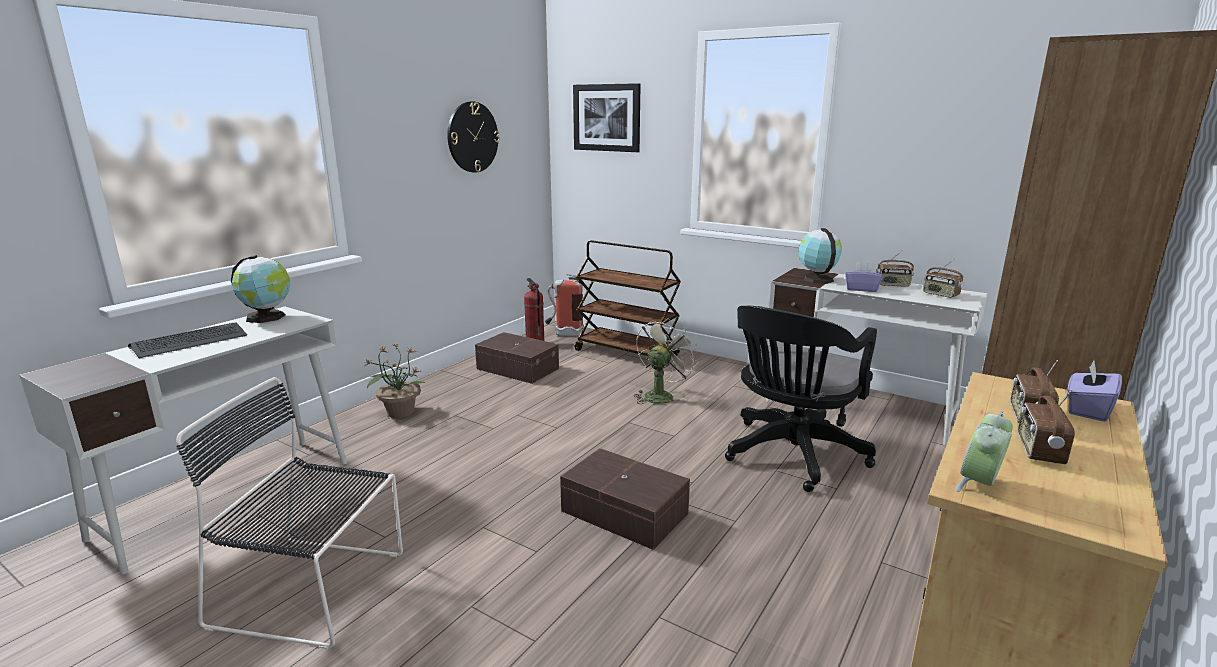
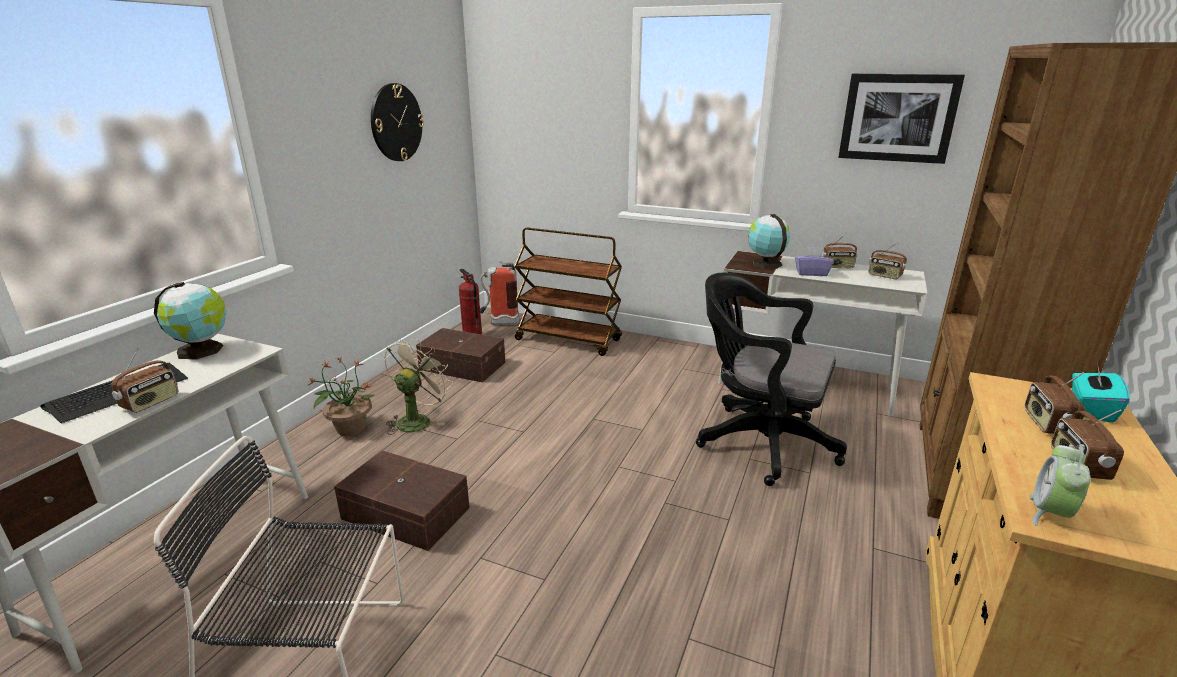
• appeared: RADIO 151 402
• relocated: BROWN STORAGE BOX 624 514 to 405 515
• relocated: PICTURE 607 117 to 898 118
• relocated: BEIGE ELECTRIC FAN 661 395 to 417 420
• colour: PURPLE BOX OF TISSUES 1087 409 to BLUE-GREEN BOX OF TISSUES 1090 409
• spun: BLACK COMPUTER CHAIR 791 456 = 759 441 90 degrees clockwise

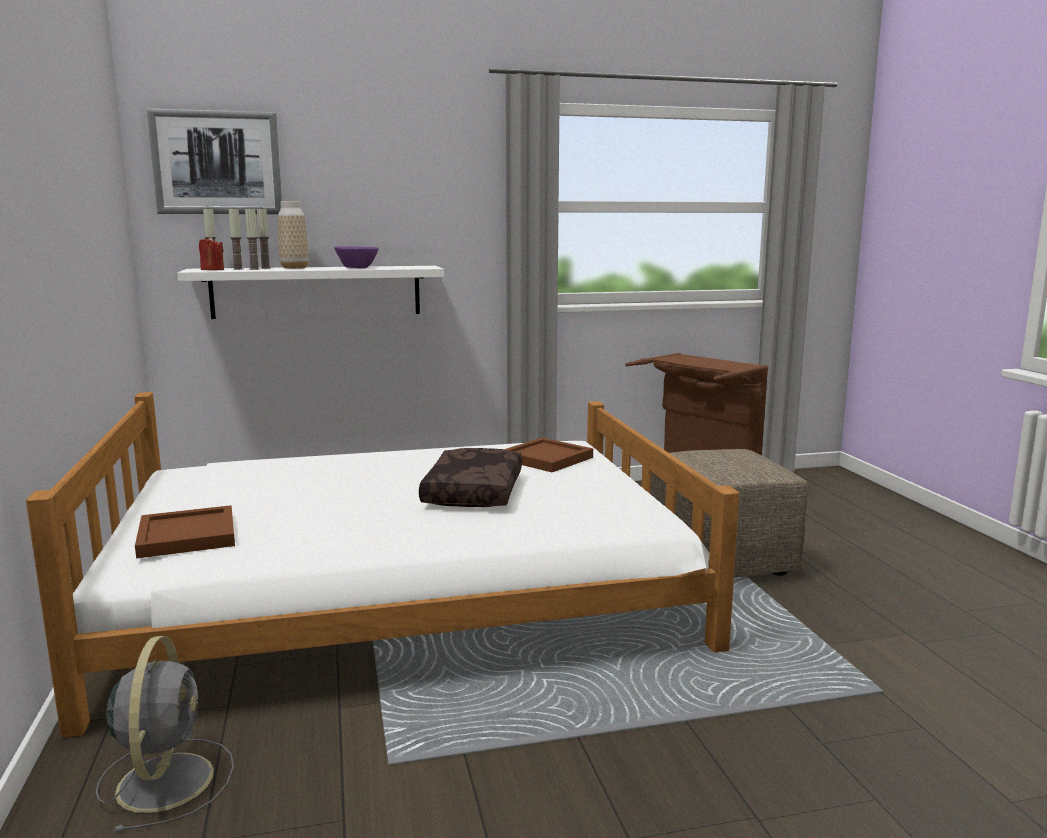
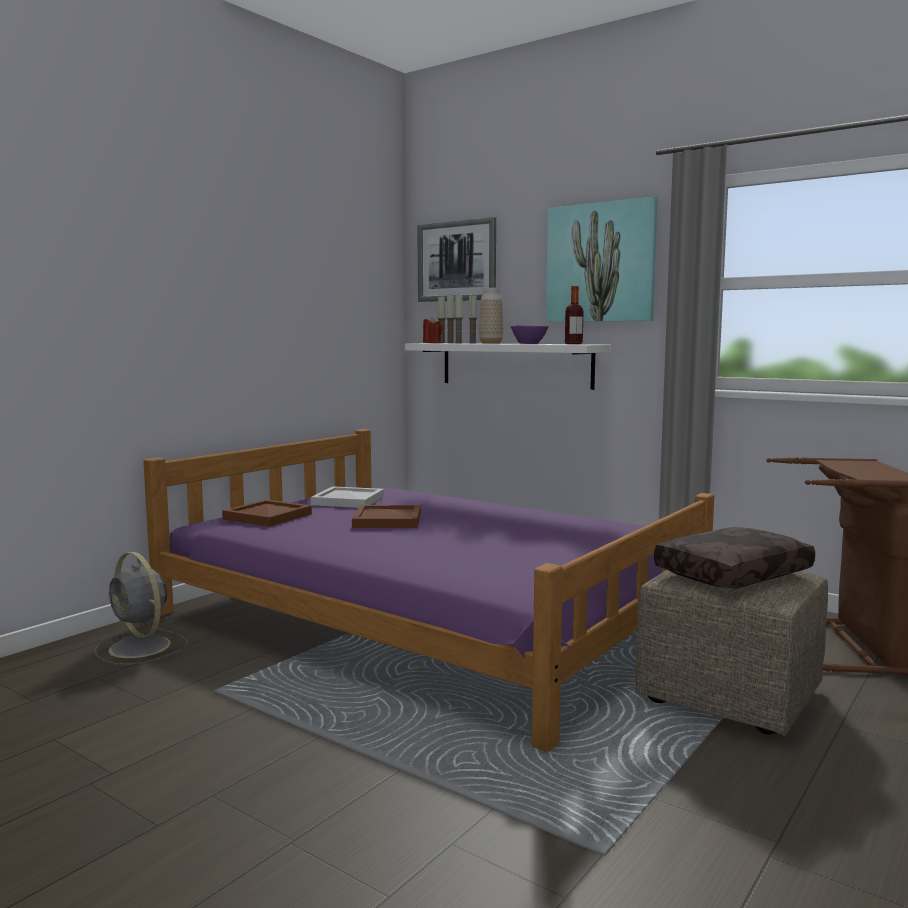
• appeared: WHITISH TRAY 348 501
• appeared: PICTURE 600 262
• appeared: DRINK BOTTLE 573 344
• relocated: BROWN CUSHION 472 492 to 732 573
• relocated: BROWN TRAY 548 458 to 388 520
• colour: WHITISH BED 405 593 to PURPLE BED 429 617
• spun: GREYISH ELECTRIC FAN 166 779 = 141 648 90 degrees clockwise

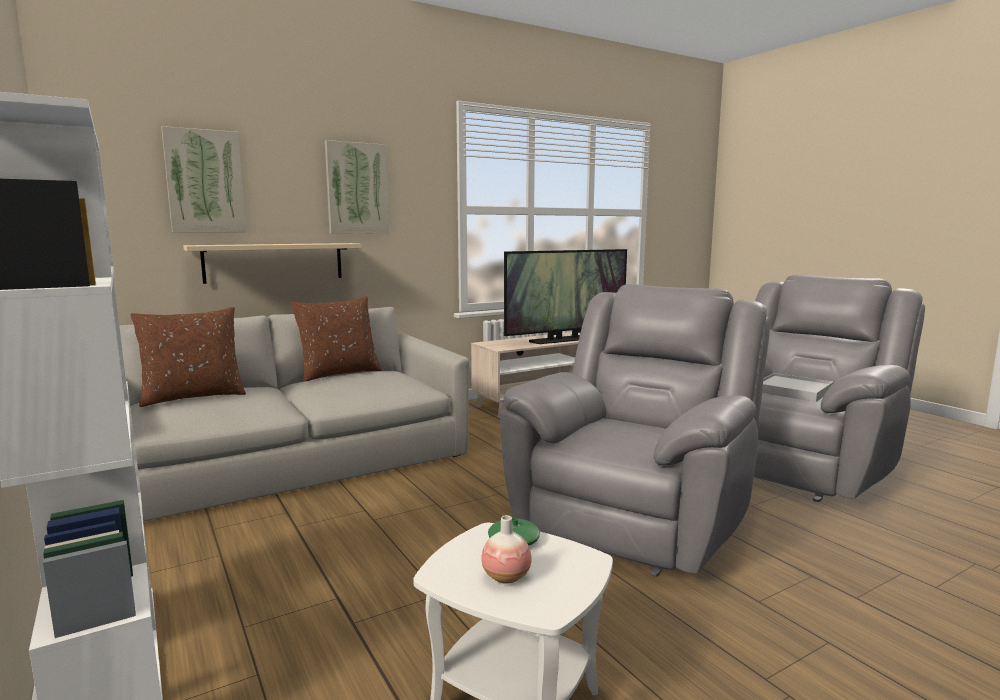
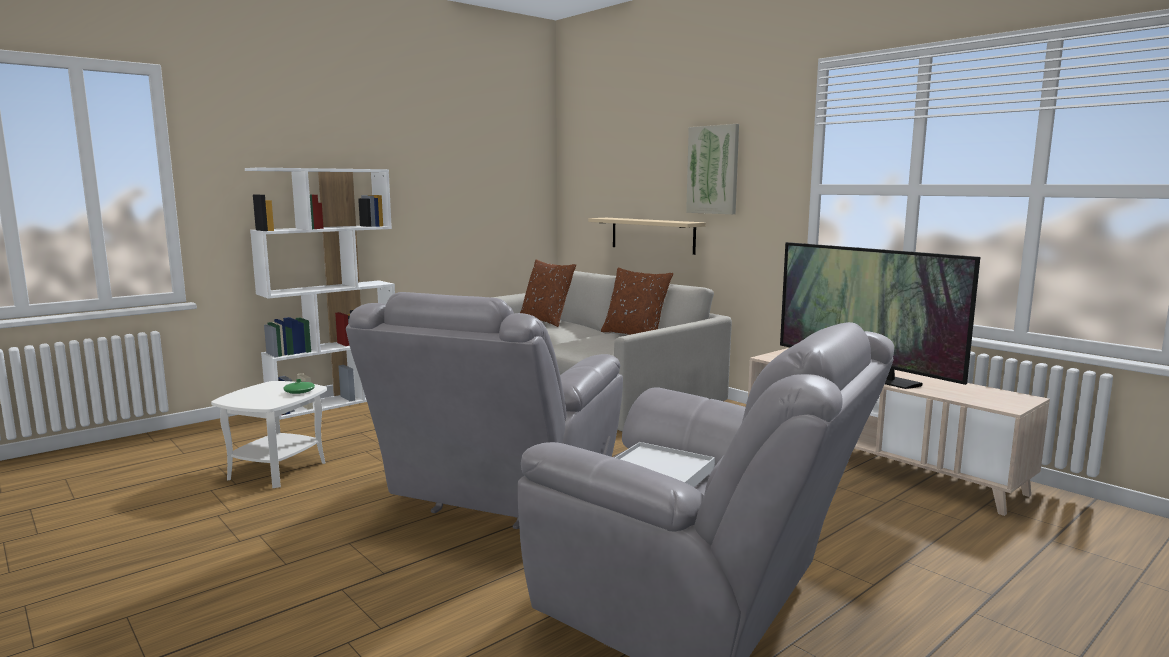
• missing: PICTURE 205 181
• missing: FLOWER VASE 506 577
• spun: GREYISH ARMCHAIR 636 518 = 498 501 90 degrees clockwise

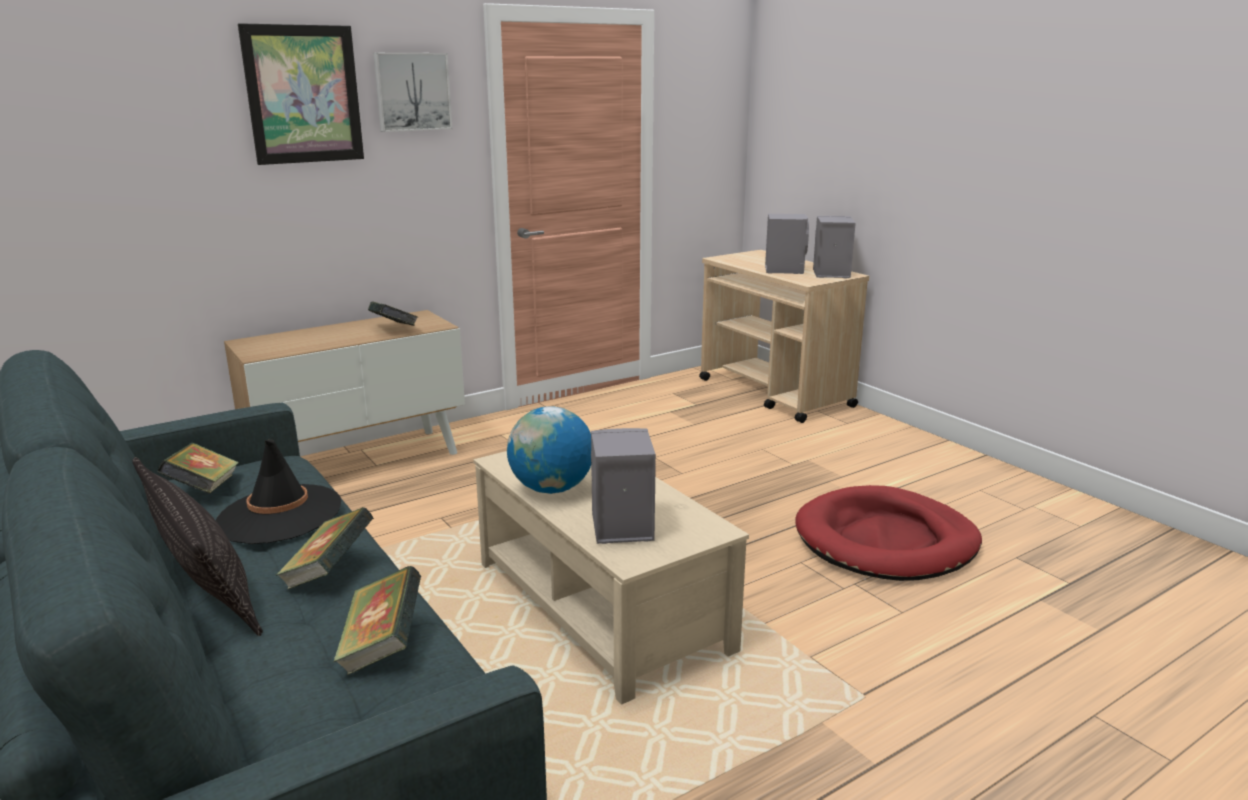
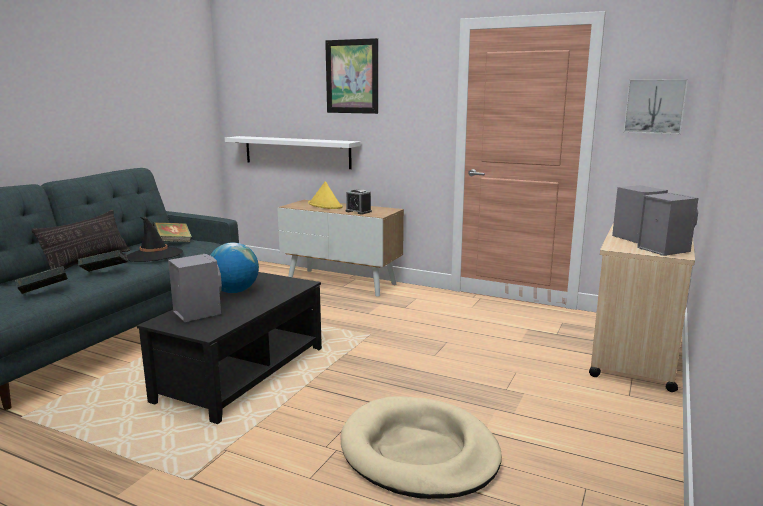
• appeared: WHITISH BRACKET SHELF 296 152
• appeared: YELLOW-COLOURED HAT 325 205
• relocated: PICTURE 412 92 to 654 106
• exchanged: BOOK 394 330 to TABLE CLOCK 358 211
• colour: BEIGE COFFEE TABLE 598 606 to BLACK COFFEE TABLE 242 373
• colour: RED DOG CUSHION 886 540 to BEIGE DOG CUSHION 419 452

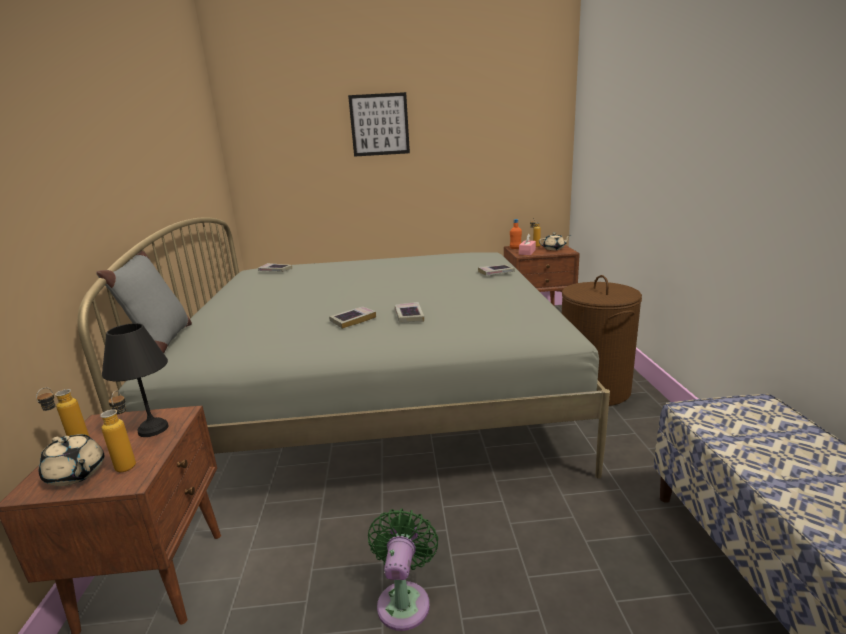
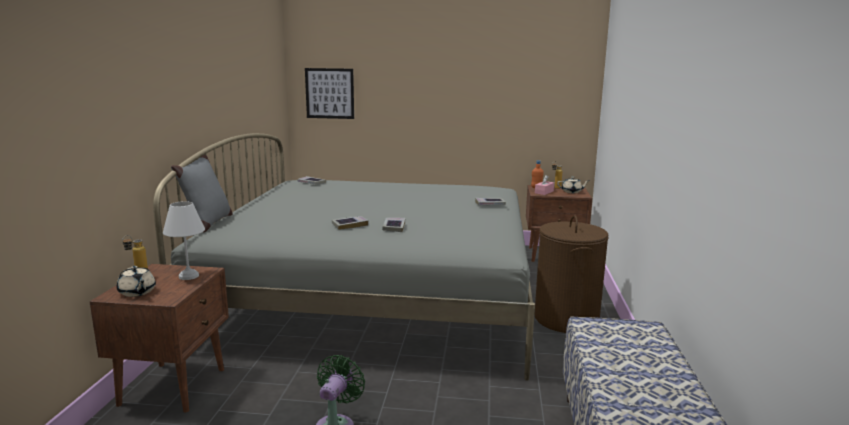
• missing: DRINK BOTTLE 129 462
• relocated: PICTURE 379 125 to 329 93
• colour: BLACK LAMP FOR A TABLE 151 429 to WHITISH LAMP FOR A TABLE 187 276

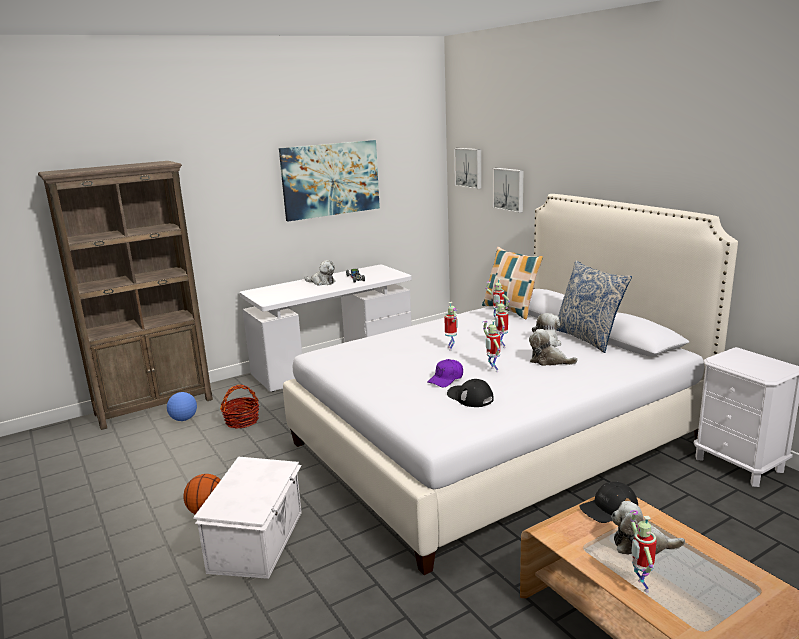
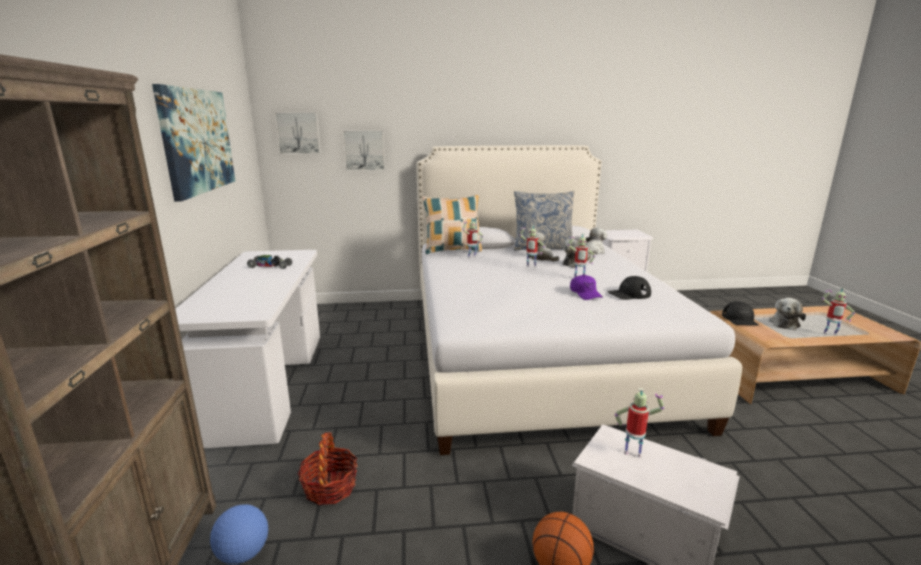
• relocated: PLUSH TOY 322 282 to 592 252
• relocated: TOY ROBOT 451 348 to 633 453

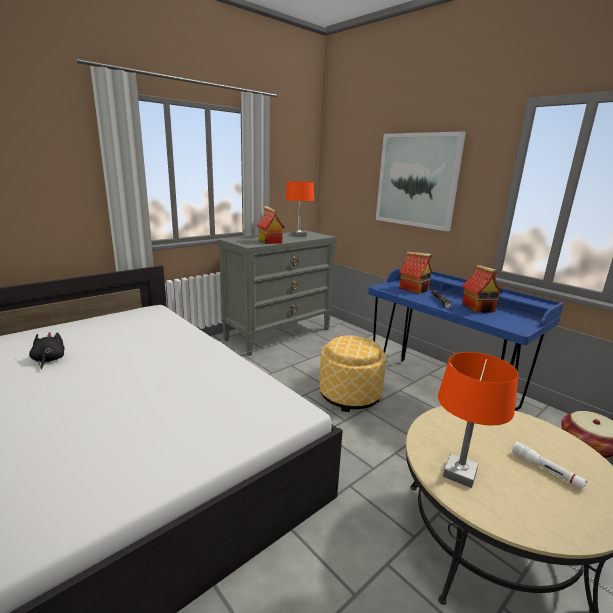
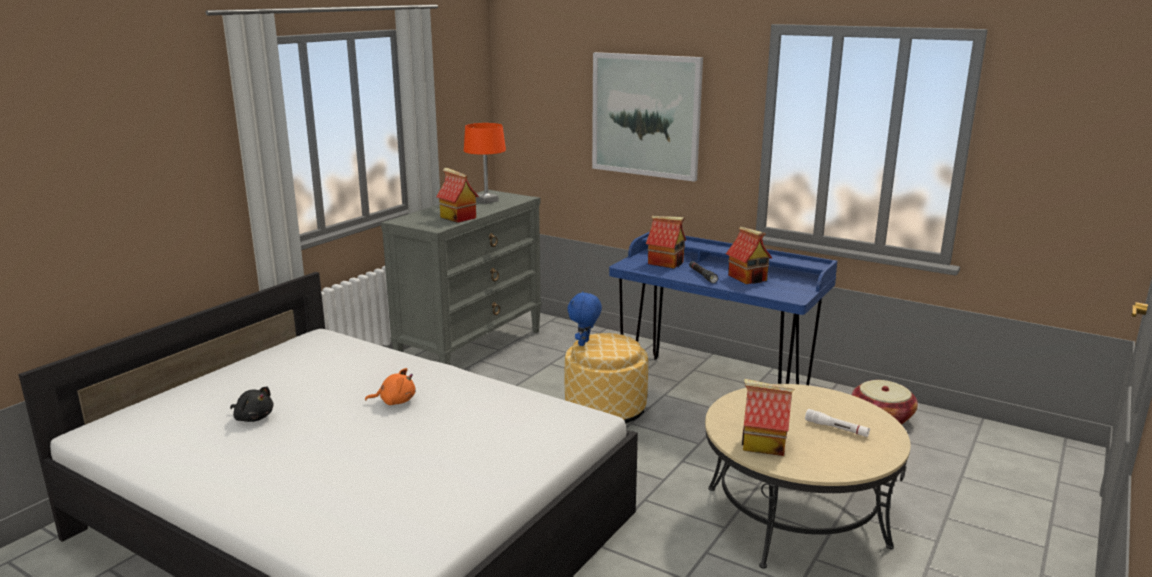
• appeared: ORANGEY PLUSH TOY 395 401
• appeared: BLUE PLUSH TOY 584 343
• exchanged: ORANGEY LAMP FOR A TABLE 460 474 to TOY HOUSE 763 445
• spun: BLACK PLUSH TOY 48 360 = 253 418 150 degrees clockwise

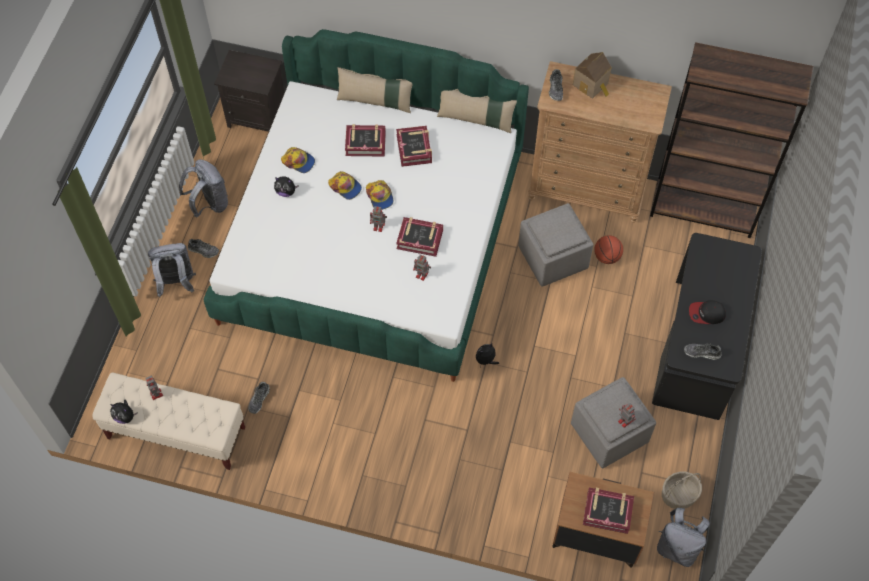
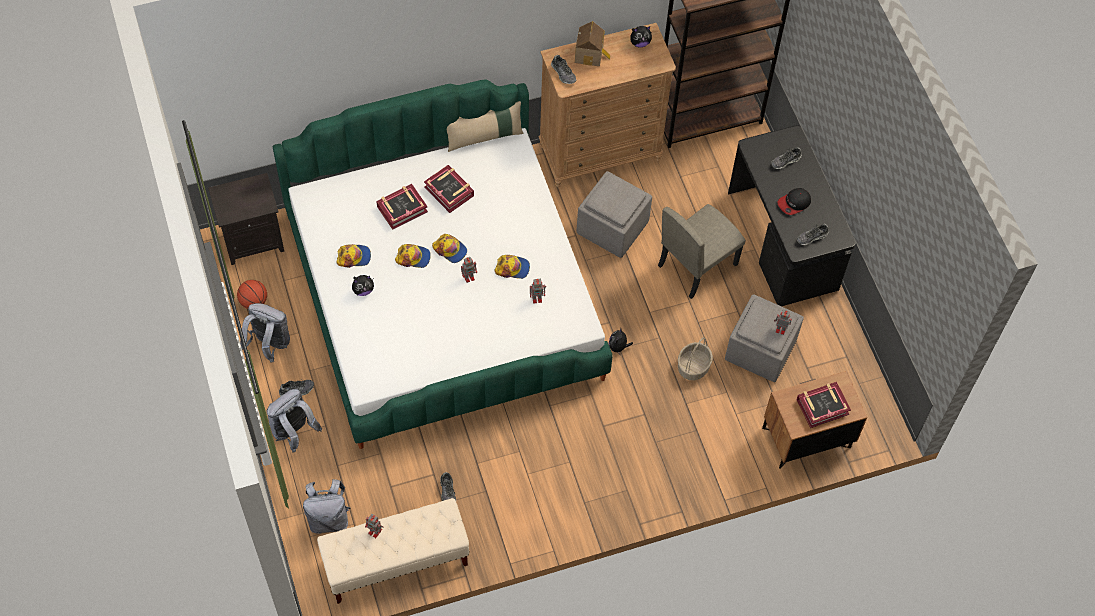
• missing: BEIGE CUSHION 375 101
• appeared: BEIGE UPRIGHT CHAIR 697 264
• appeared: ITEM OF FOOTWEAR 786 161
• relocated: PLUSH TOY 125 416 to 640 43
• relocated: BALL FOR BASKETBALL 607 257 to 254 301
• relocated: GREYISH BACKPACK 677 547 to 328 518
• relocated: STORAGE BASKET 678 495 to 693 367
• exchanged: BOOK 420 239 to CAP 512 268

